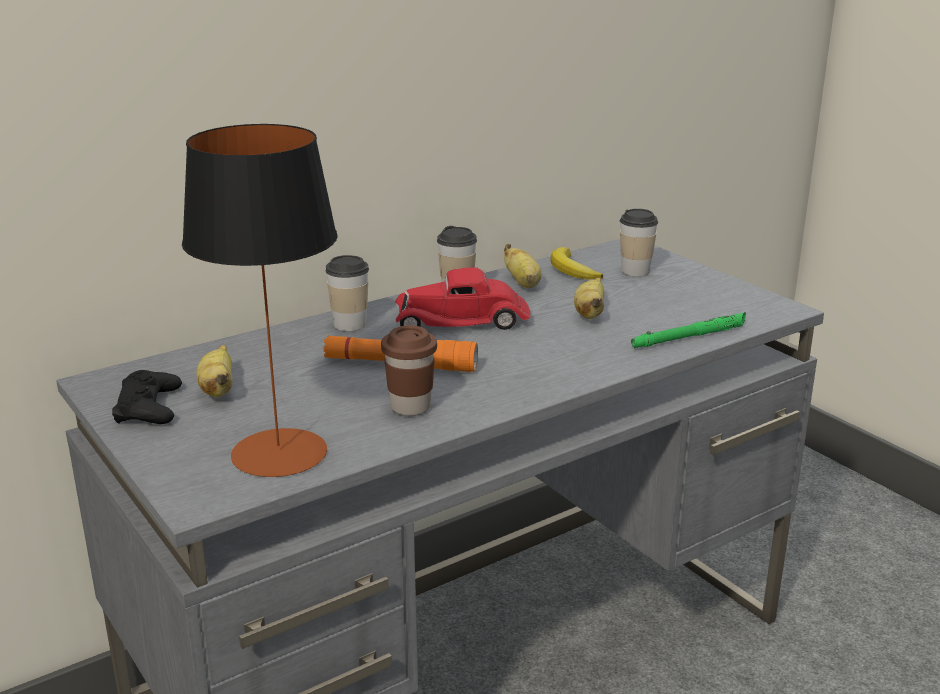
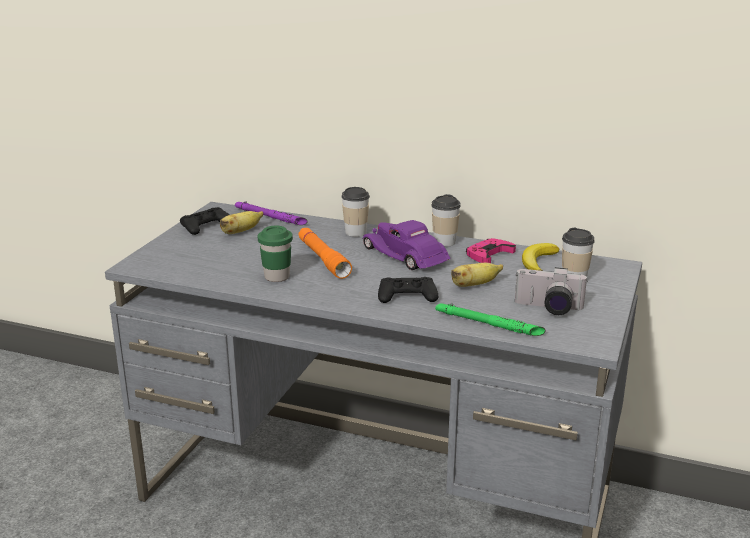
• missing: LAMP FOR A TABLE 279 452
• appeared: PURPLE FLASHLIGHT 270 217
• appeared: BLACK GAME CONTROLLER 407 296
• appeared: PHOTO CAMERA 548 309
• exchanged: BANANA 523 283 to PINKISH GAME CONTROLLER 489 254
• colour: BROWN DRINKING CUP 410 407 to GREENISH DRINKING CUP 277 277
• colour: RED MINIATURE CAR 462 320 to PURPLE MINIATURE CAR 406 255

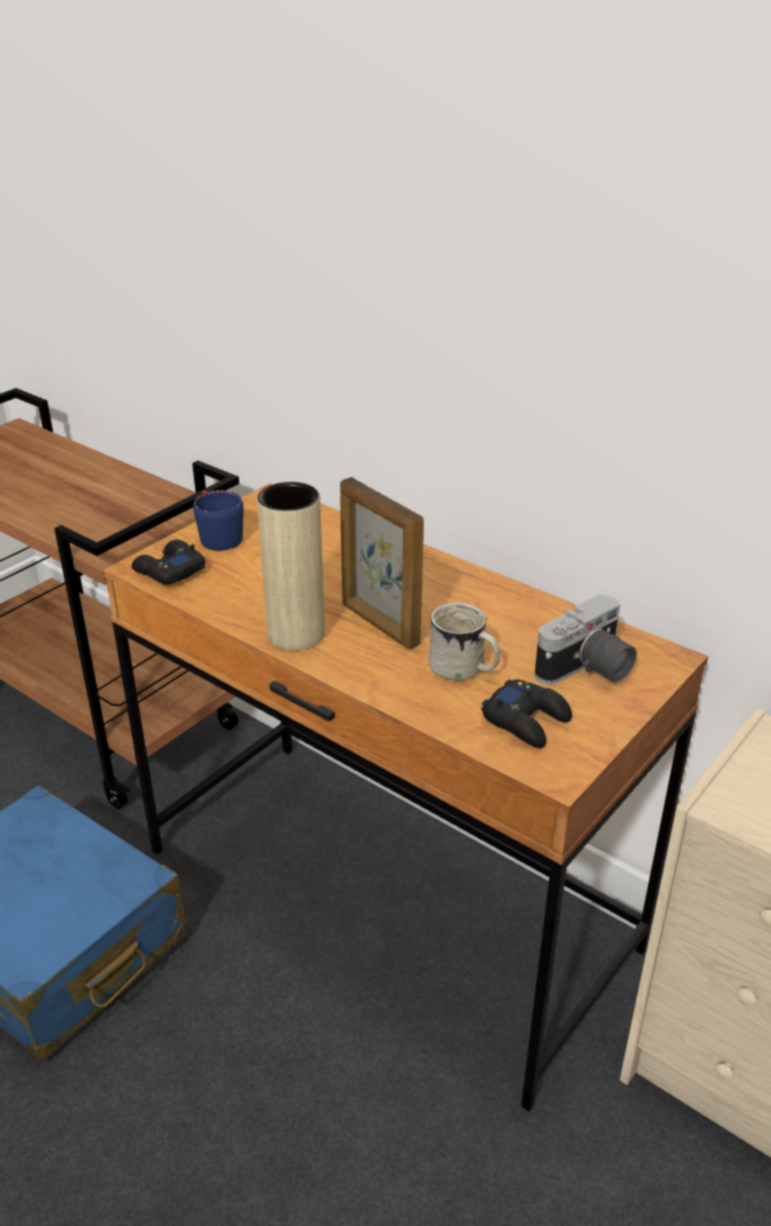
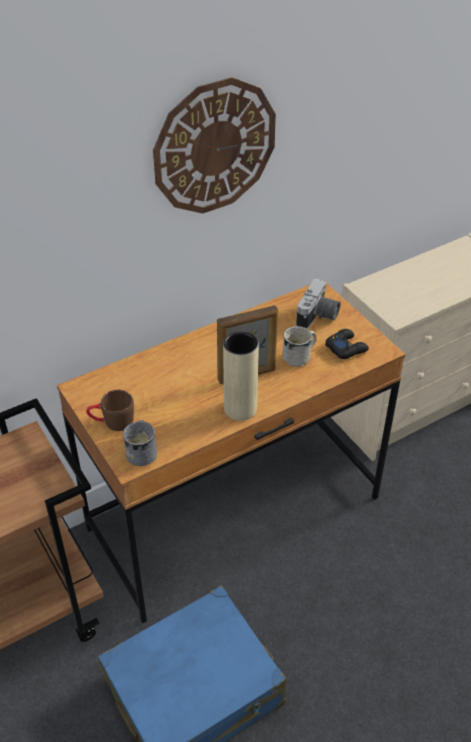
• appeared: CLOCK ON THE WALL 214 147
• exchanged: BLACK GAME CONTROLLER 169 570 to GREYISH TEA MUG 142 451
• colour: BLUE TEA MUG 217 535 to BROWN TEA MUG 112 422
• spun: PHOTO CAMERA 588 671 = 318 317 45 degrees clockwise

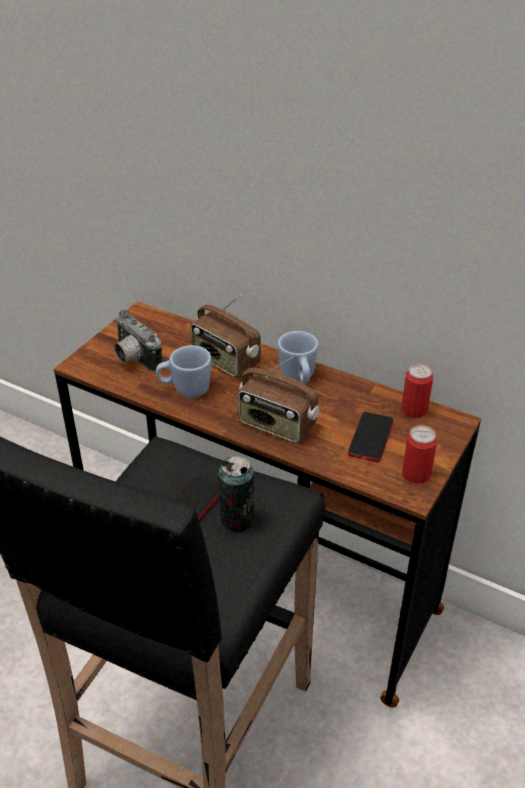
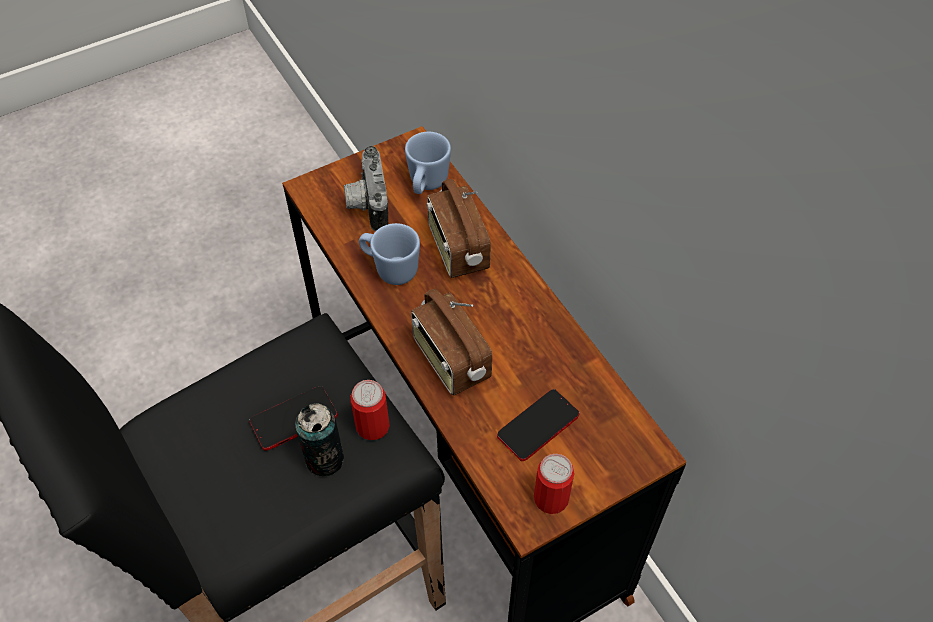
• relocated: BLUE TEA MUG 298 378 to 426 184
• relocated: METAL CAN 414 410 to 372 426

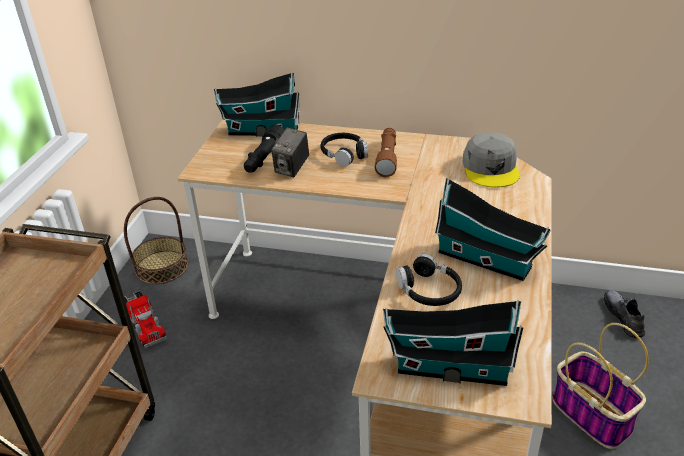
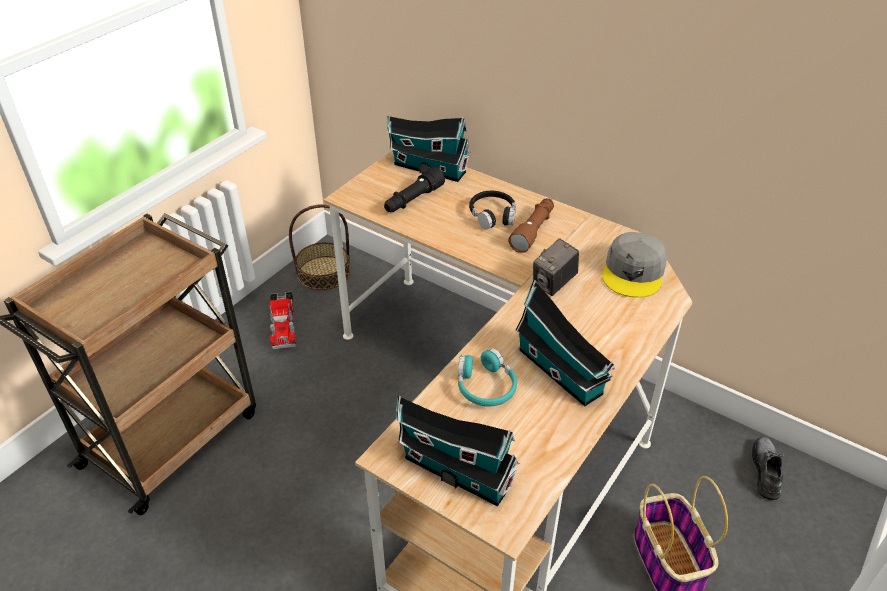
• relocated: PHOTO CAMERA 292 169 to 554 284
• colour: BLACK PAIR OF HEADPHONES 429 290 to BLUE-GREEN PAIR OF HEADPHONES 485 386

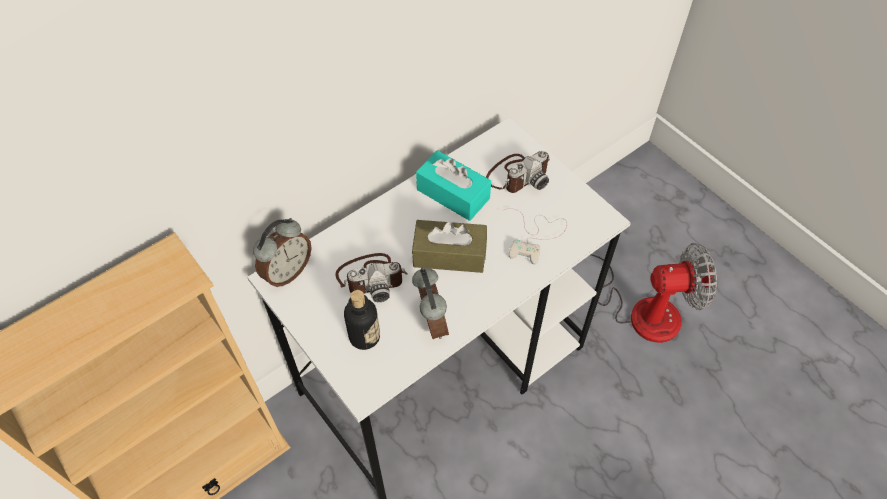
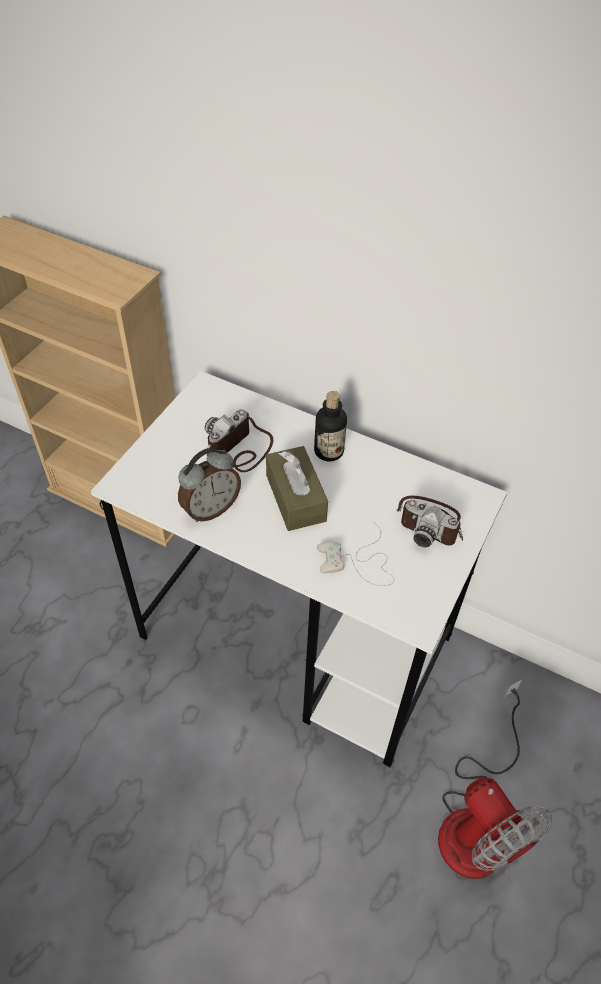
• missing: TABLE CLOCK 287 271
• missing: BLUE-GREEN BOX OF TISSUES 453 194
• relocated: DRINK BOTTLE 364 336 to 328 451
• spun: PHOTO CAMERA 372 277 = 239 449 75 degrees clockwise

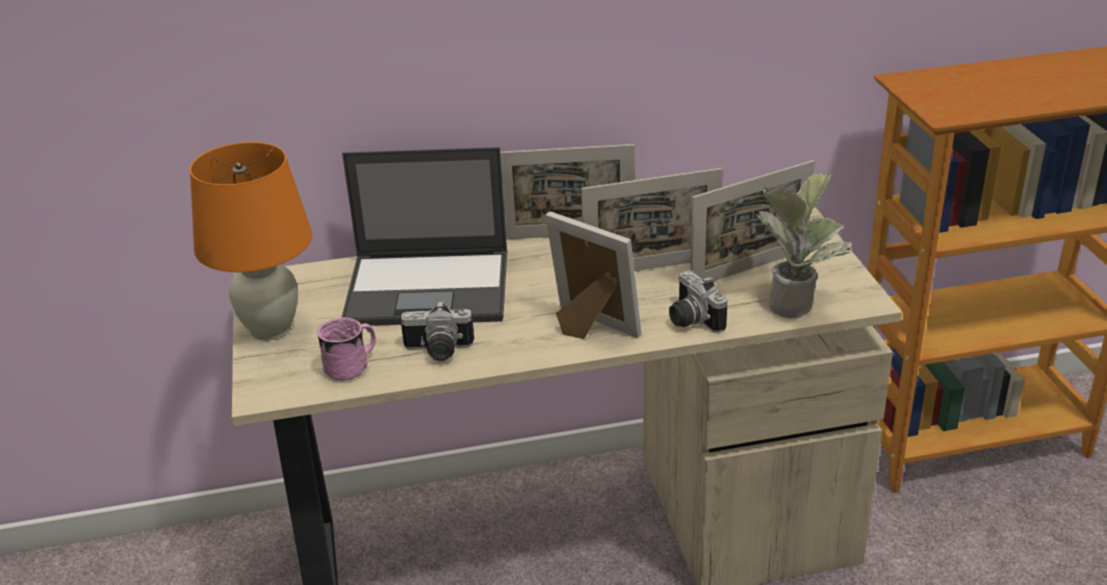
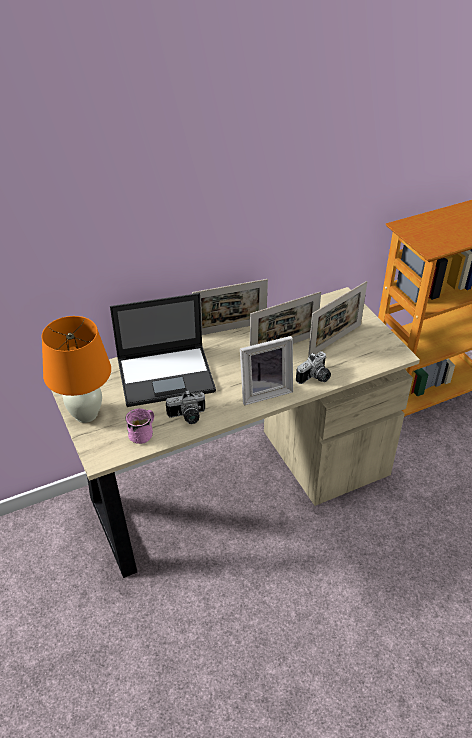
• missing: PLANT IN A POT 797 302
• spun: PHOTO FRAME 589 329 = 264 391 135 degrees clockwise
• spun: PHOTO CAMERA 690 320 = 315 378 90 degrees counterclockwise

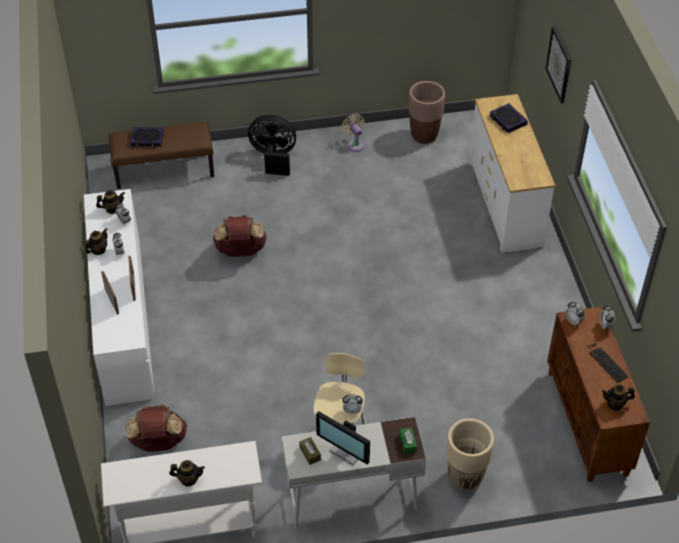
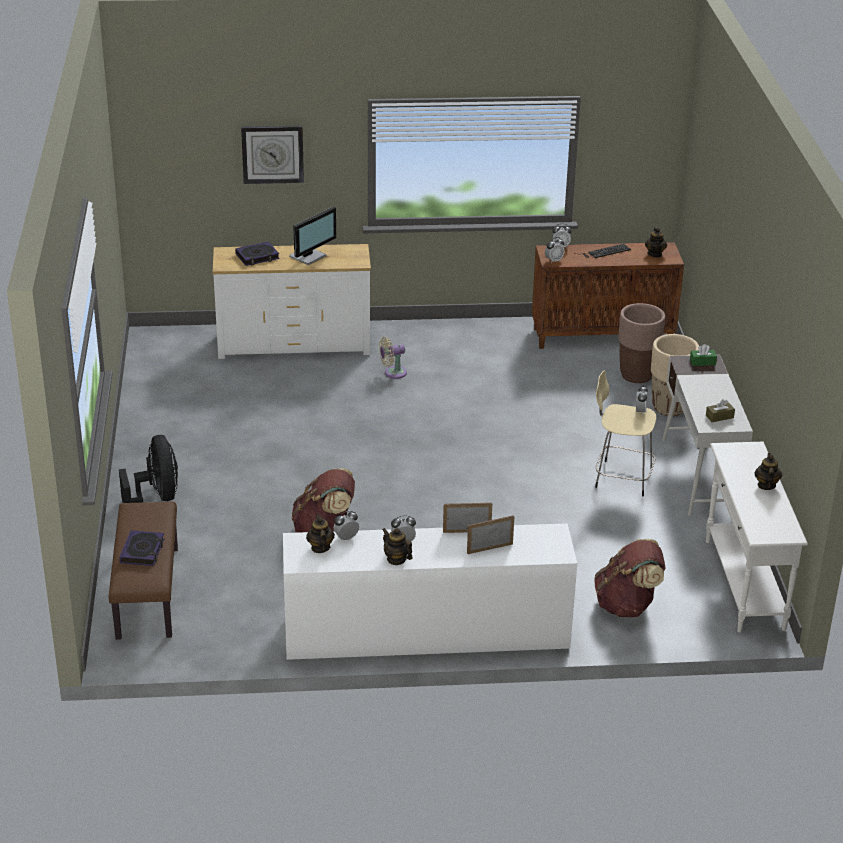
• relocated: MONITOR 349 450 to 309 256
• relocated: BEIGE ELECTRIC FAN 355 144 to 393 373
• relocated: BROWN PLANTER 424 136 to 636 375
• spun: BLACK ELECTRIC FAN 273 158 = 156 497 150 degrees clockwise

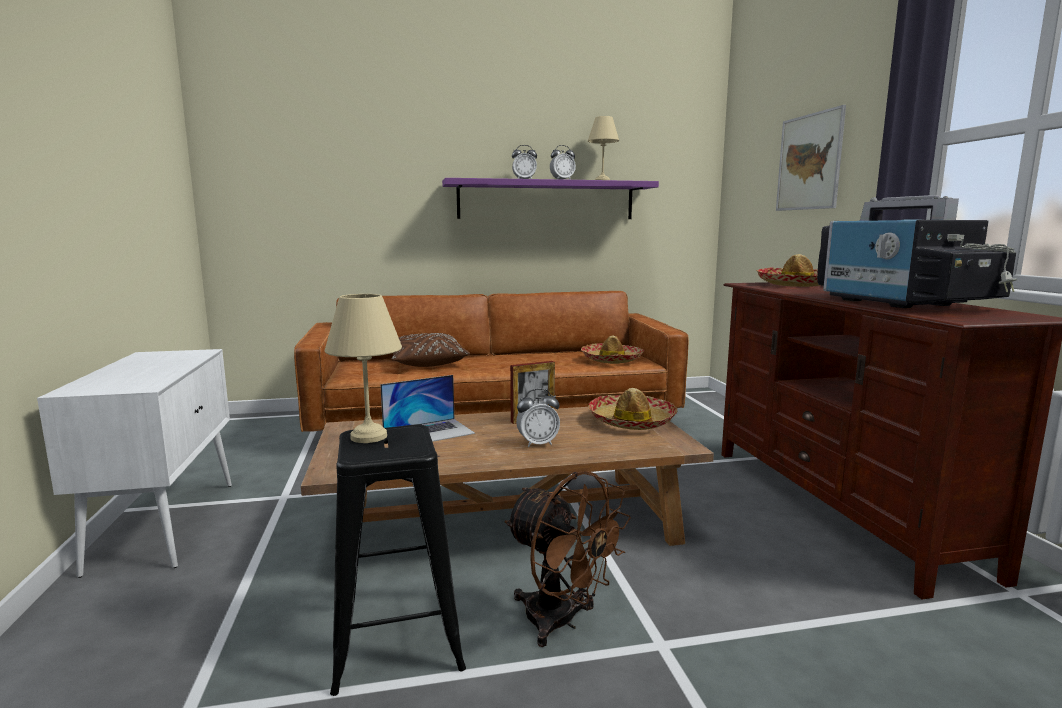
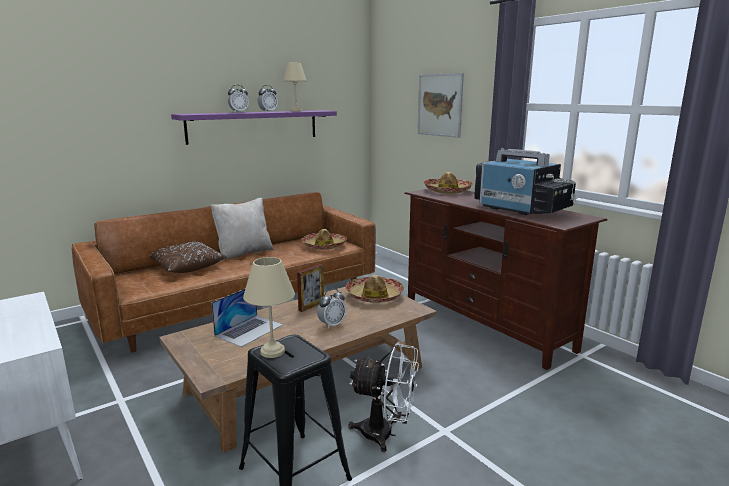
• appeared: BEIGE CUSHION 244 253
• colour: BROWN ELECTRIC FAN 562 622 to WHITISH ELECTRIC FAN 385 434

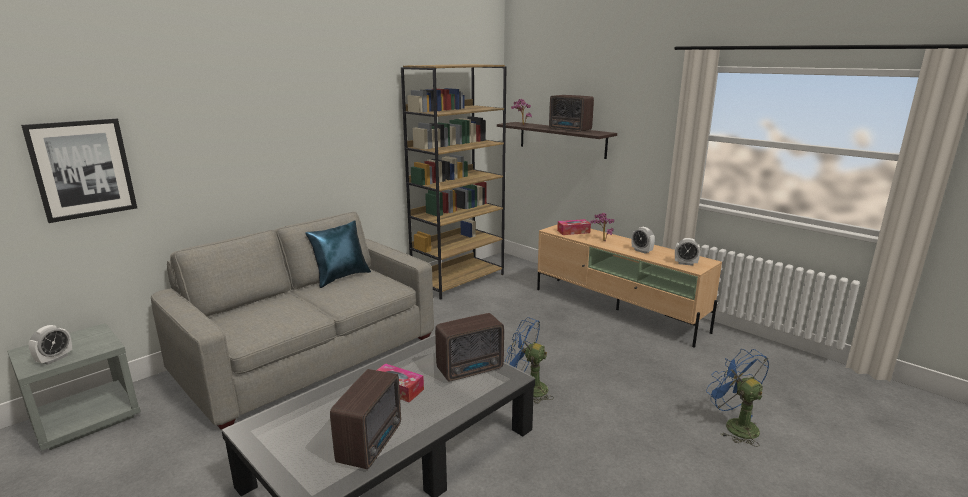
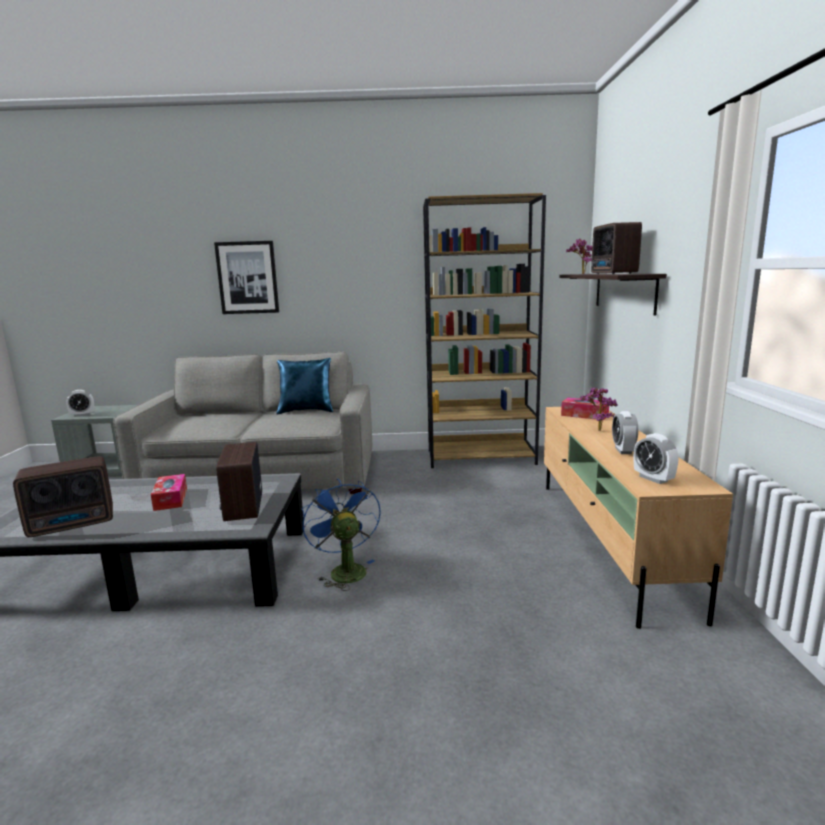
• missing: BLUE ELECTRIC FAN 735 425
• relocated: PICTURE 83 169 to 247 277
• spun: RADIO 472 369 = 242 508 60 degrees clockwise

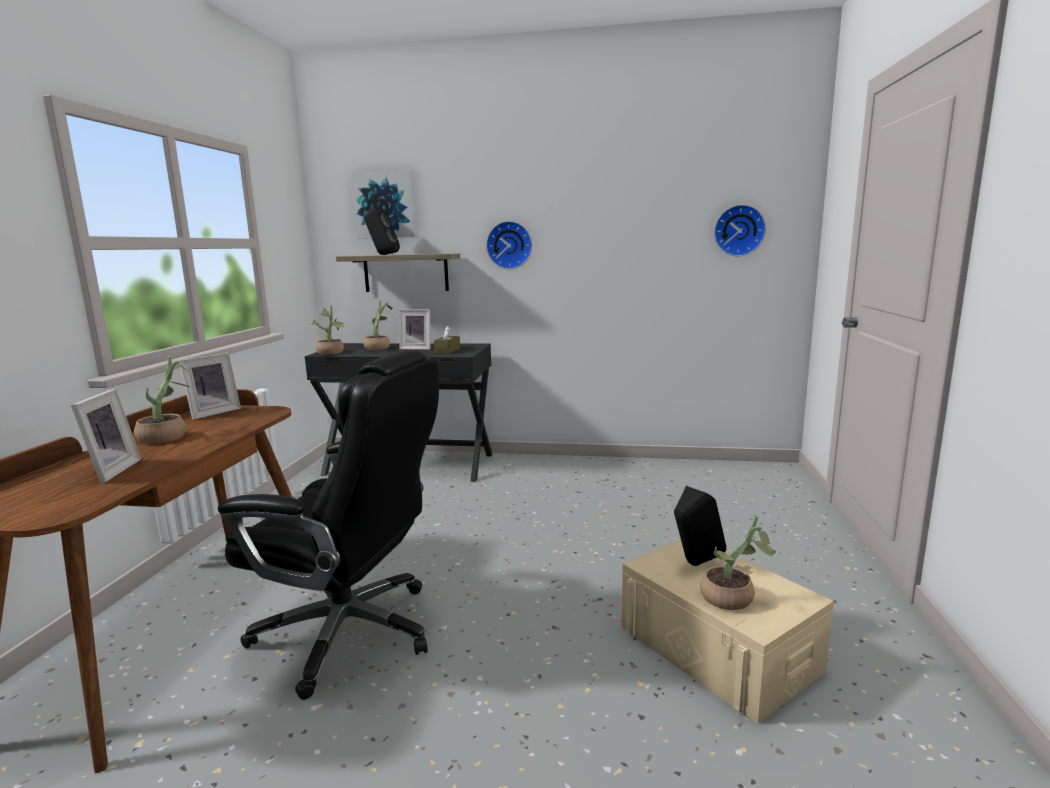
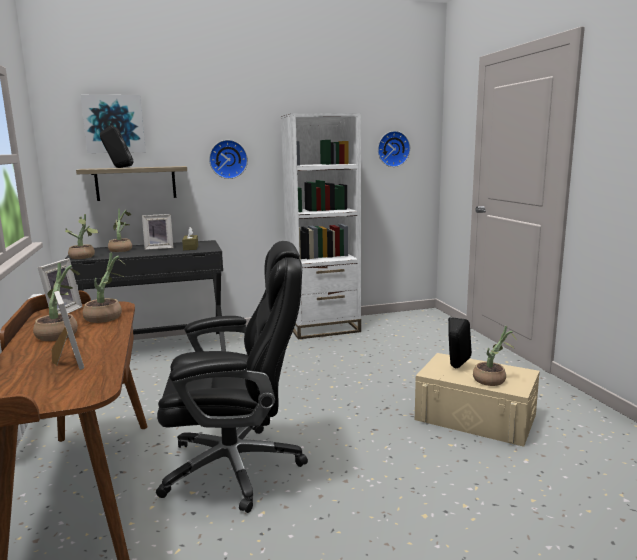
• appeared: PLANT IN A POT 108 317
• appeared: WHITISH BOOKSHELF 323 328

